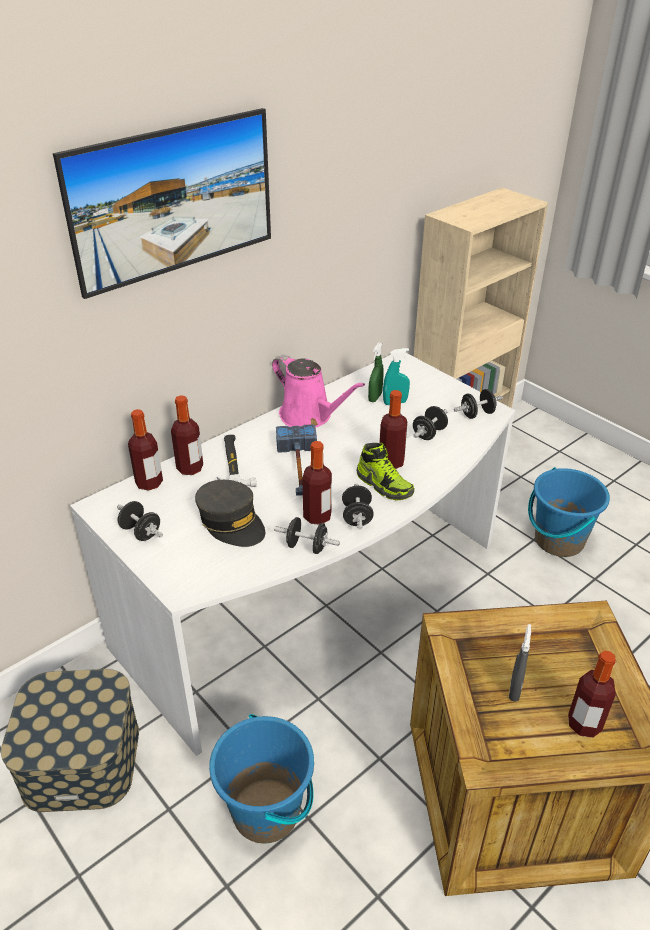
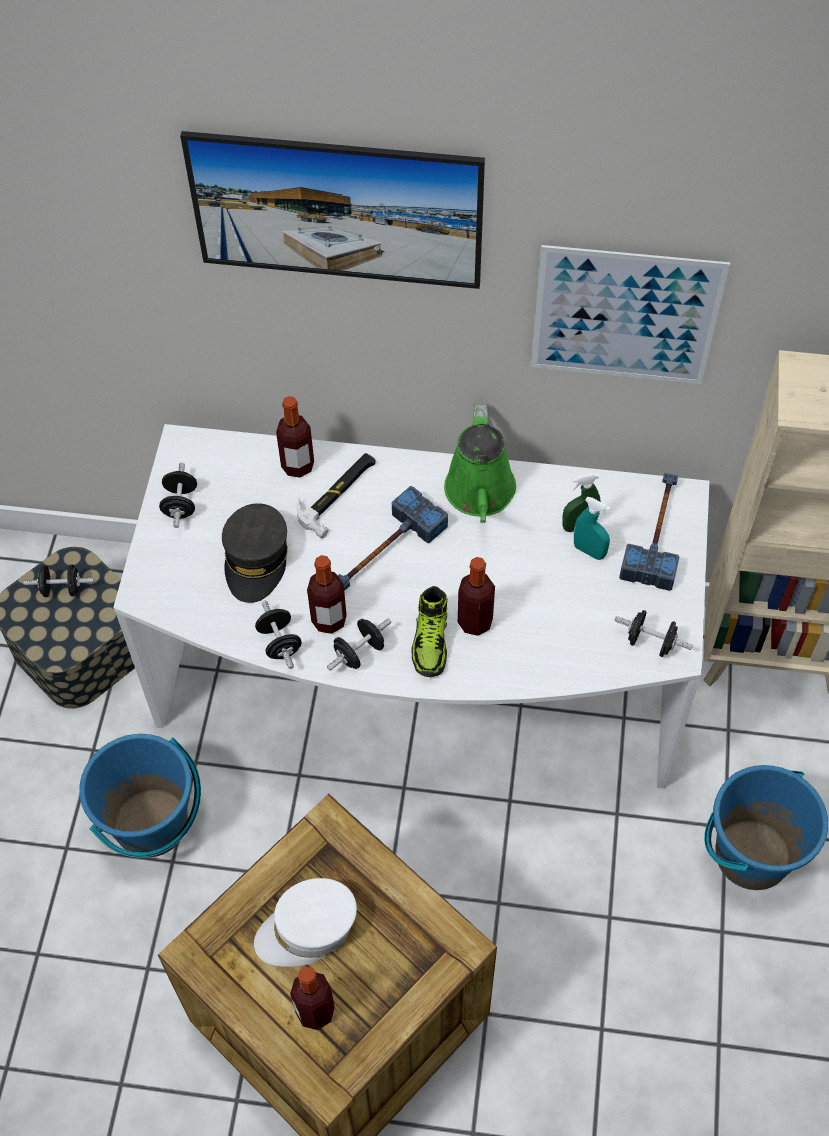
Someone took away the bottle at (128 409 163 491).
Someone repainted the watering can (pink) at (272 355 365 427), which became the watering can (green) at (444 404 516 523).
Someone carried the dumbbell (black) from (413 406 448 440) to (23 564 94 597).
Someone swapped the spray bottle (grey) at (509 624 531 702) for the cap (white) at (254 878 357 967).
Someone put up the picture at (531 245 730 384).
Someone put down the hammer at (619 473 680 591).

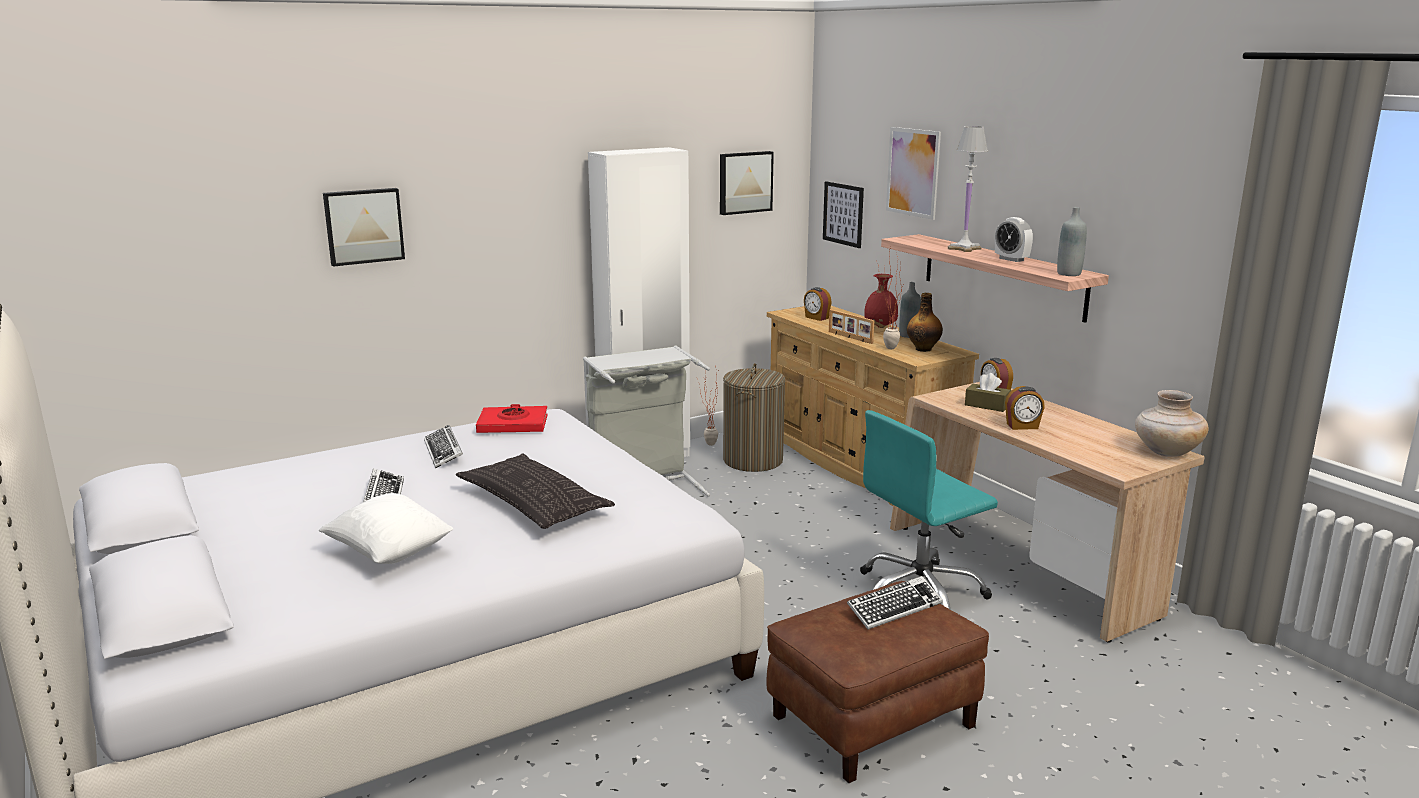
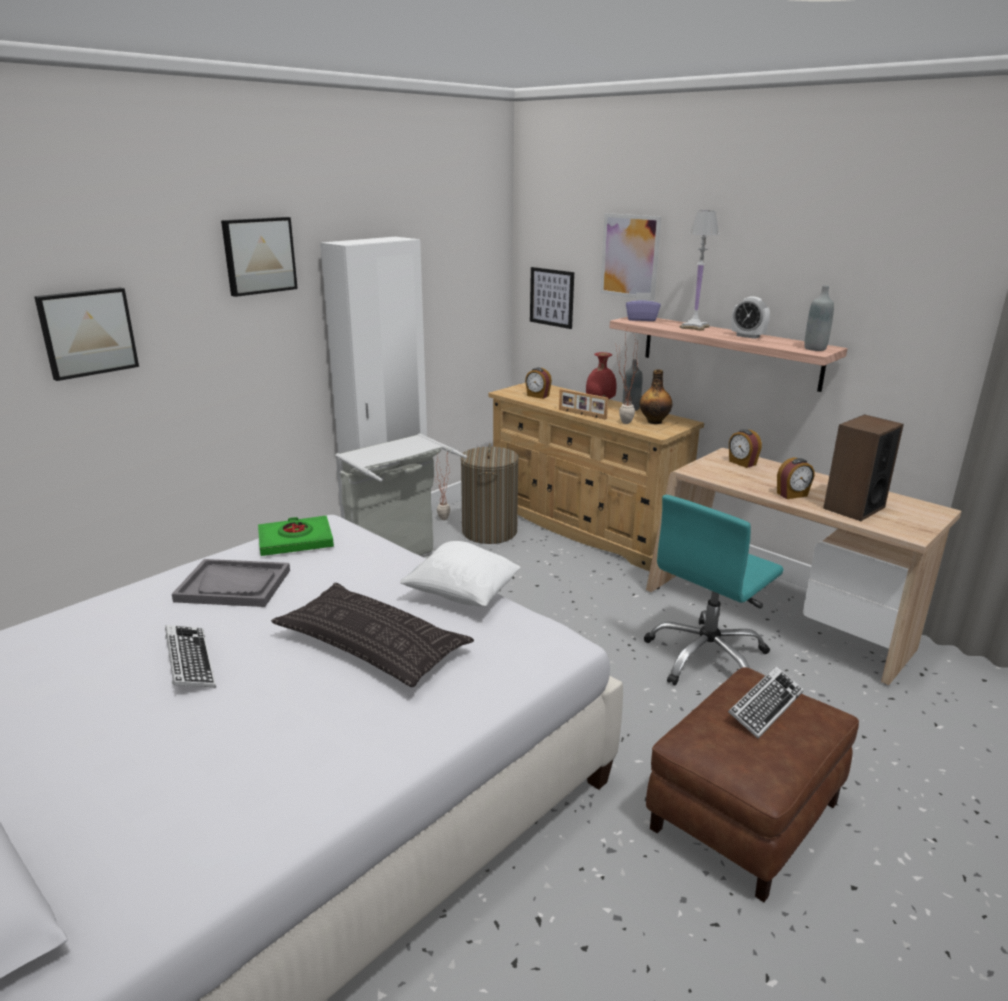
Someone carried the pillow (white) from (319 493 453 564) to (400 541 521 607).
Someone swapped the keyboard at (424 425 463 469) for the tray (grey) at (172 559 290 607).
Someone repainted the book (red) at (476 404 548 433), which became the book (green) at (258 515 334 556).
Someone carried the picture from (720 151 774 215) to (221 217 298 297).
Someone took away the tissue box (brown) at (965 373 1011 412).
Someone took away the vase (beige) at (1135 390 1209 457).
Someone put down the tissue box (purple) at (626 292 661 321).
Someone put down the speaker at (823 414 904 521).

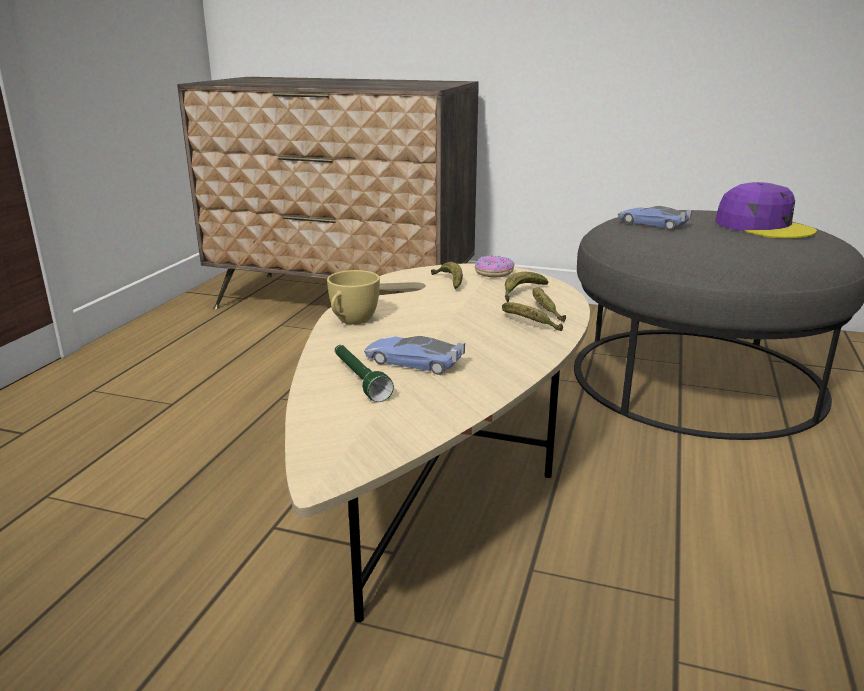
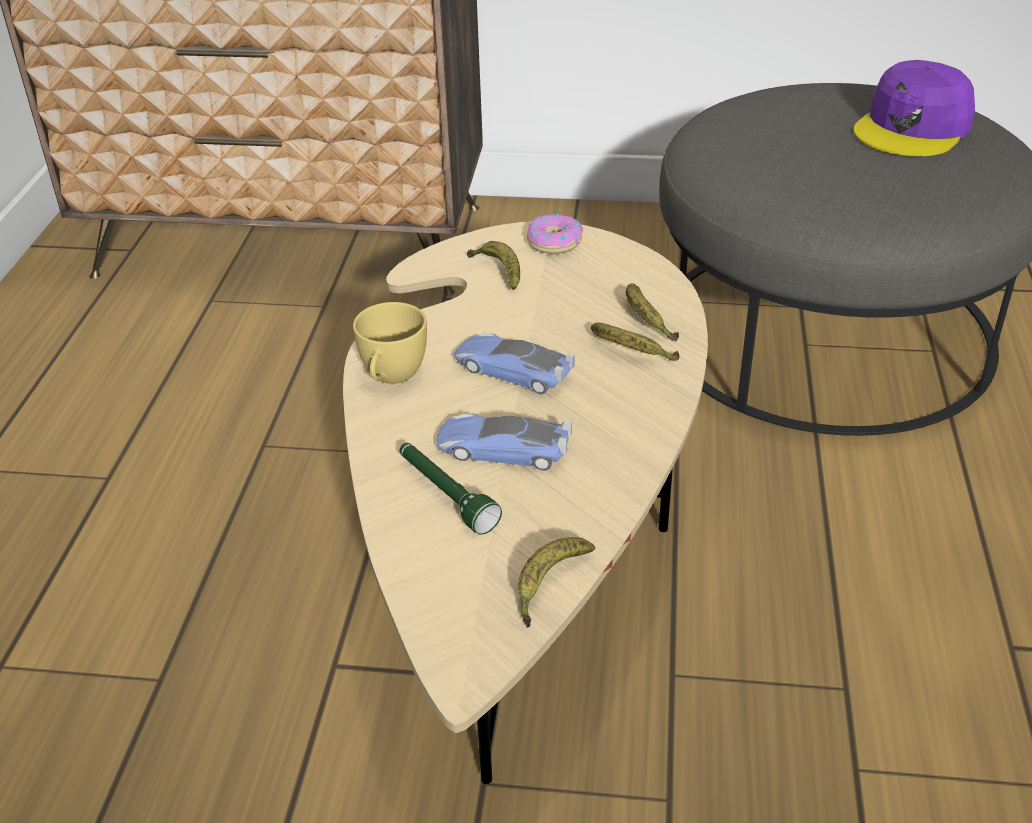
Someone carried the banana from (505 272 549 302) to (518 537 595 628).
Someone carried the toy car from (618 206 692 230) to (454 333 575 394).
Someone rotated the cap (purple) at (715 182 817 238) by 90 degrees clockwise.

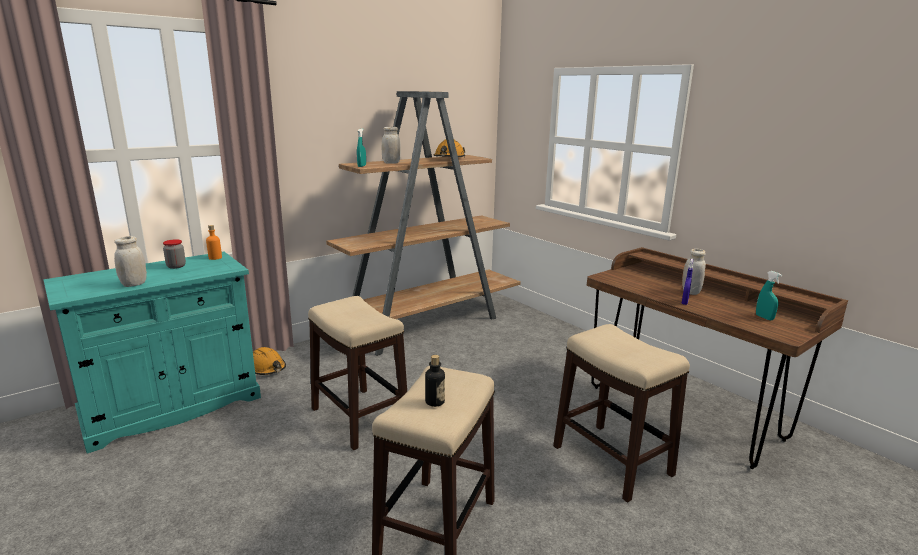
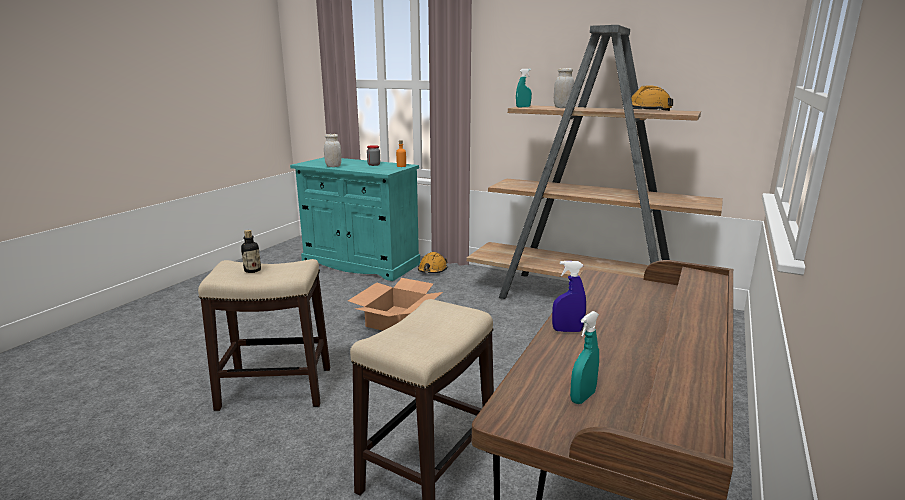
Someone swapped the stool at (308 296 407 450) for the cardboard box at (348 278 443 331).
Someone took away the jar (white) at (682 249 706 295).

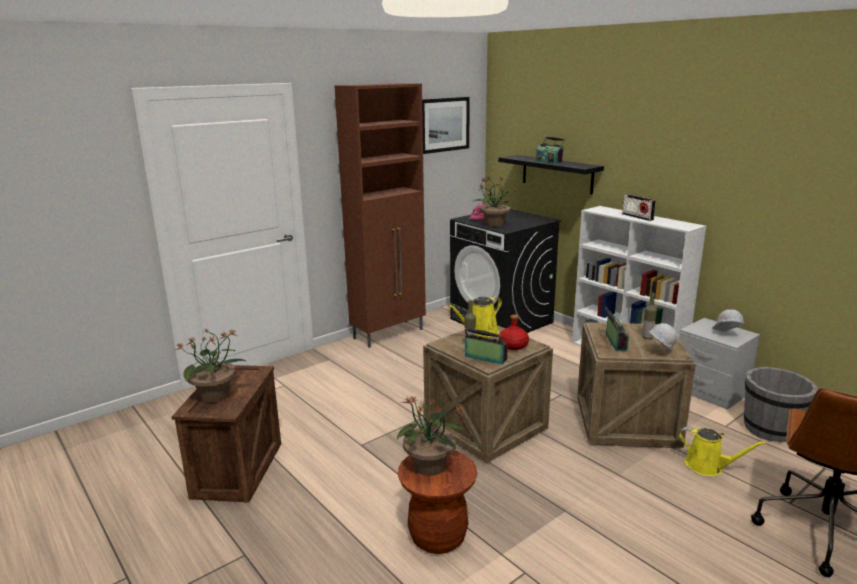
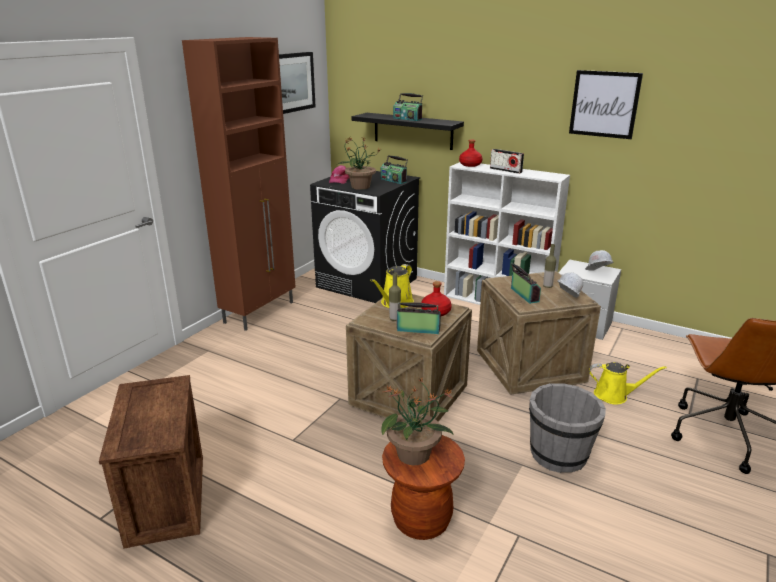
Someone took away the potted plant at (176 328 247 403).
Someone carried the bucket (grey) from (744 367 818 442) to (529 383 606 473).
Someone put down the radio at (380 155 408 184).
Someone put down the bottle (red) at (459 139 483 167).
Someone put up the picture at (569 70 643 139).

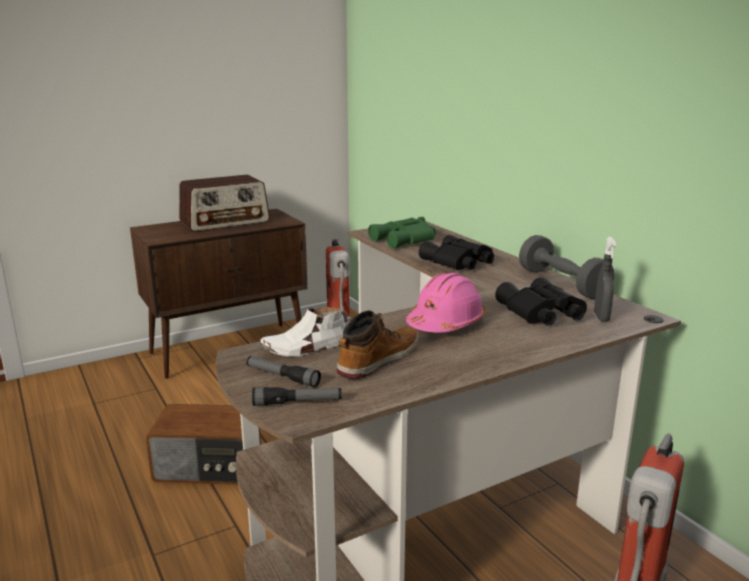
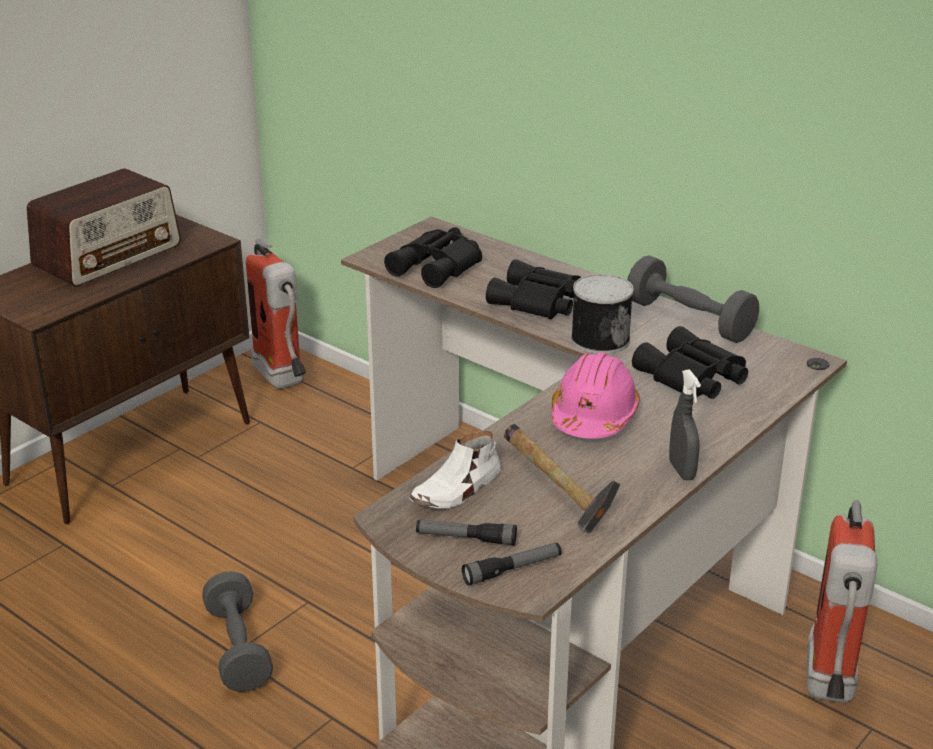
Someone swapped the radio at (146 404 261 485) for the dumbbell (grey) at (202 571 273 692).
Someone swapped the boot at (337 310 419 379) for the hammer at (504 424 621 533).
Someone repainted the binoculars (green) at (368 217 436 249), which became the binoculars (black) at (384 227 482 288).
Someone carried the spray bottle (grey) from (594 237 616 322) to (669 369 701 480).
Someone put down the can at (571 274 634 354).

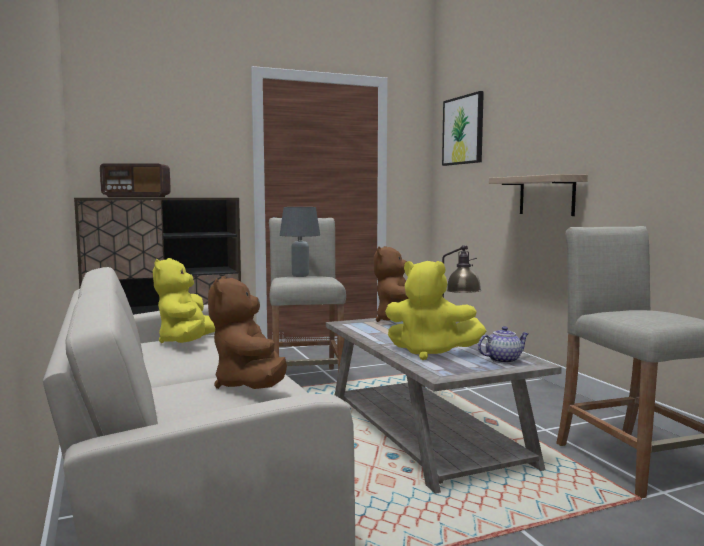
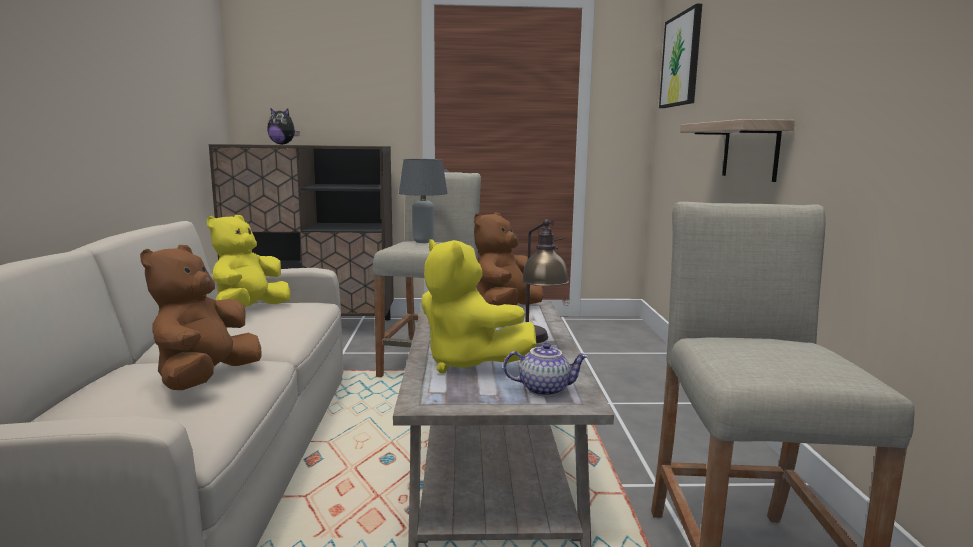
Someone swapped the radio at (100 163 171 197) for the plush toy at (267 108 300 145).

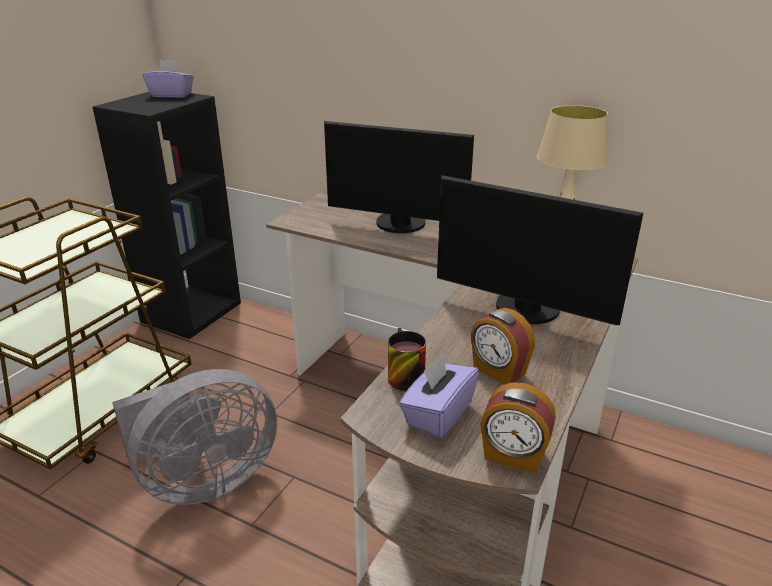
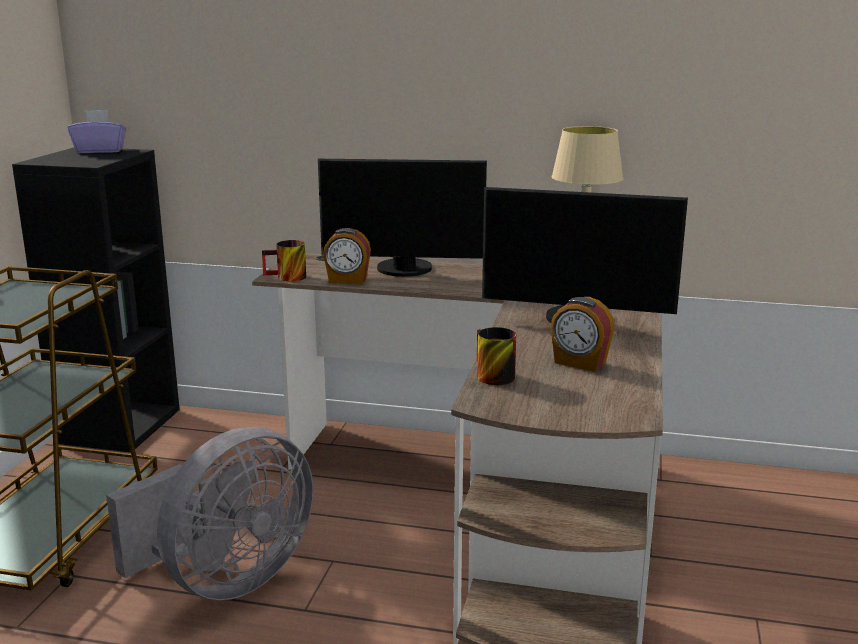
Someone took away the tissue box (purple) at (399 354 479 438).
Someone carried the alarm clock from (480 382 556 473) to (323 228 371 284).
Someone put down the mug at (262 240 306 281).

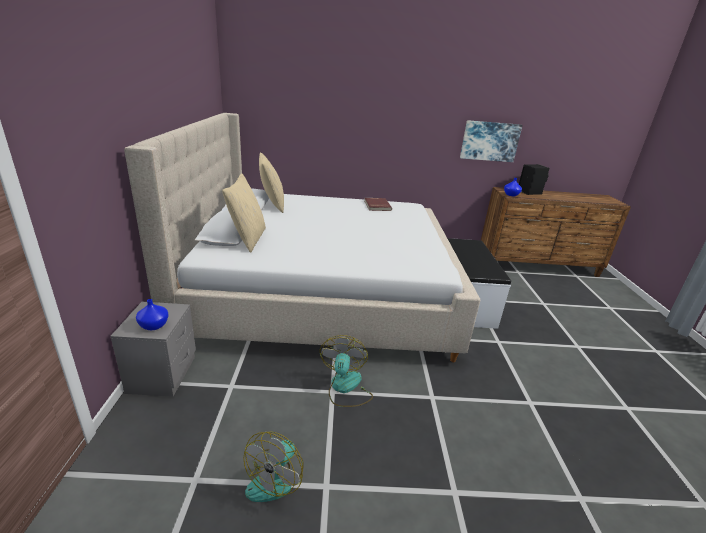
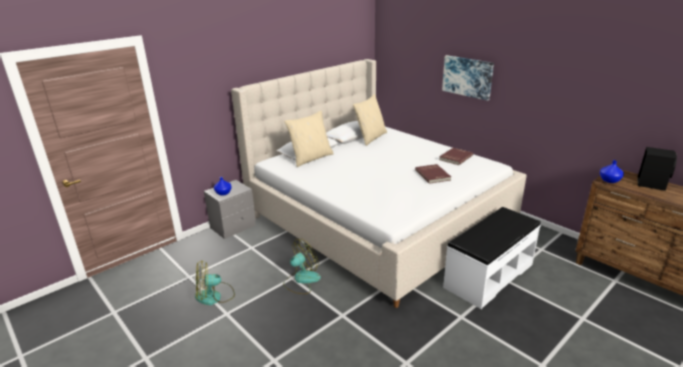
Someone carried the picture from (460 120 523 162) to (442 55 494 101).
Someone put down the book (red) at (415 164 451 184).

